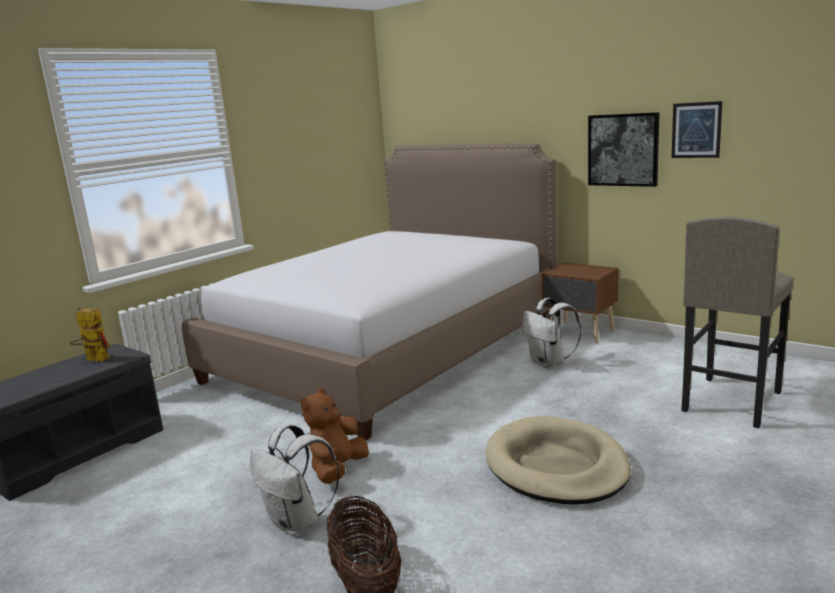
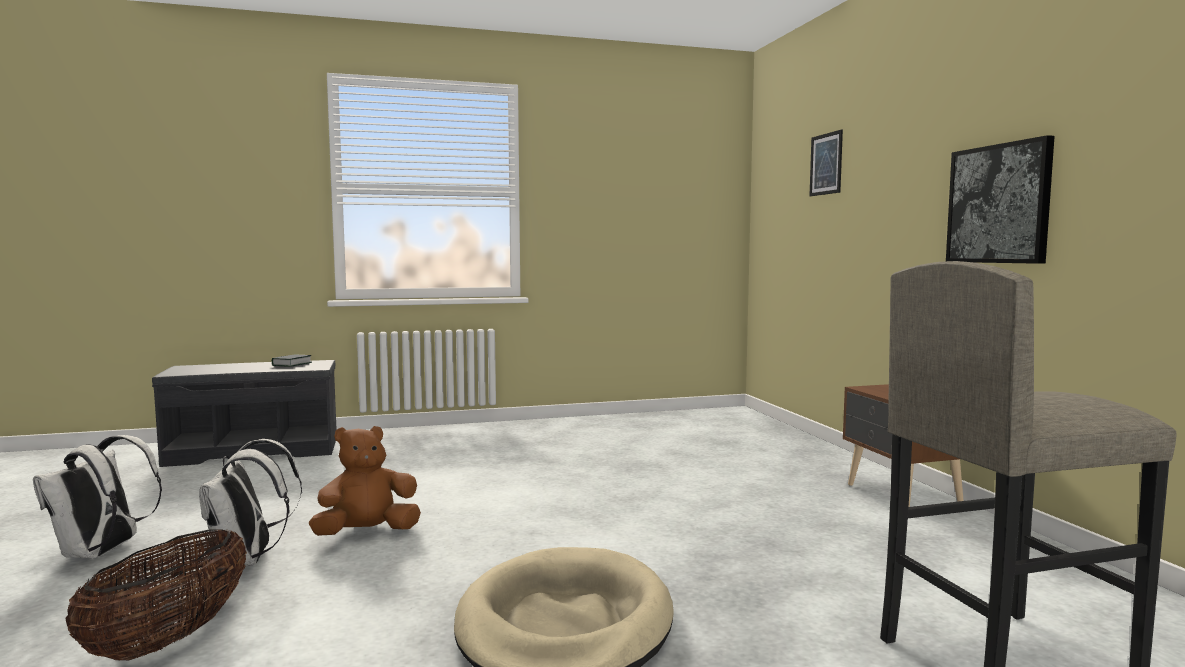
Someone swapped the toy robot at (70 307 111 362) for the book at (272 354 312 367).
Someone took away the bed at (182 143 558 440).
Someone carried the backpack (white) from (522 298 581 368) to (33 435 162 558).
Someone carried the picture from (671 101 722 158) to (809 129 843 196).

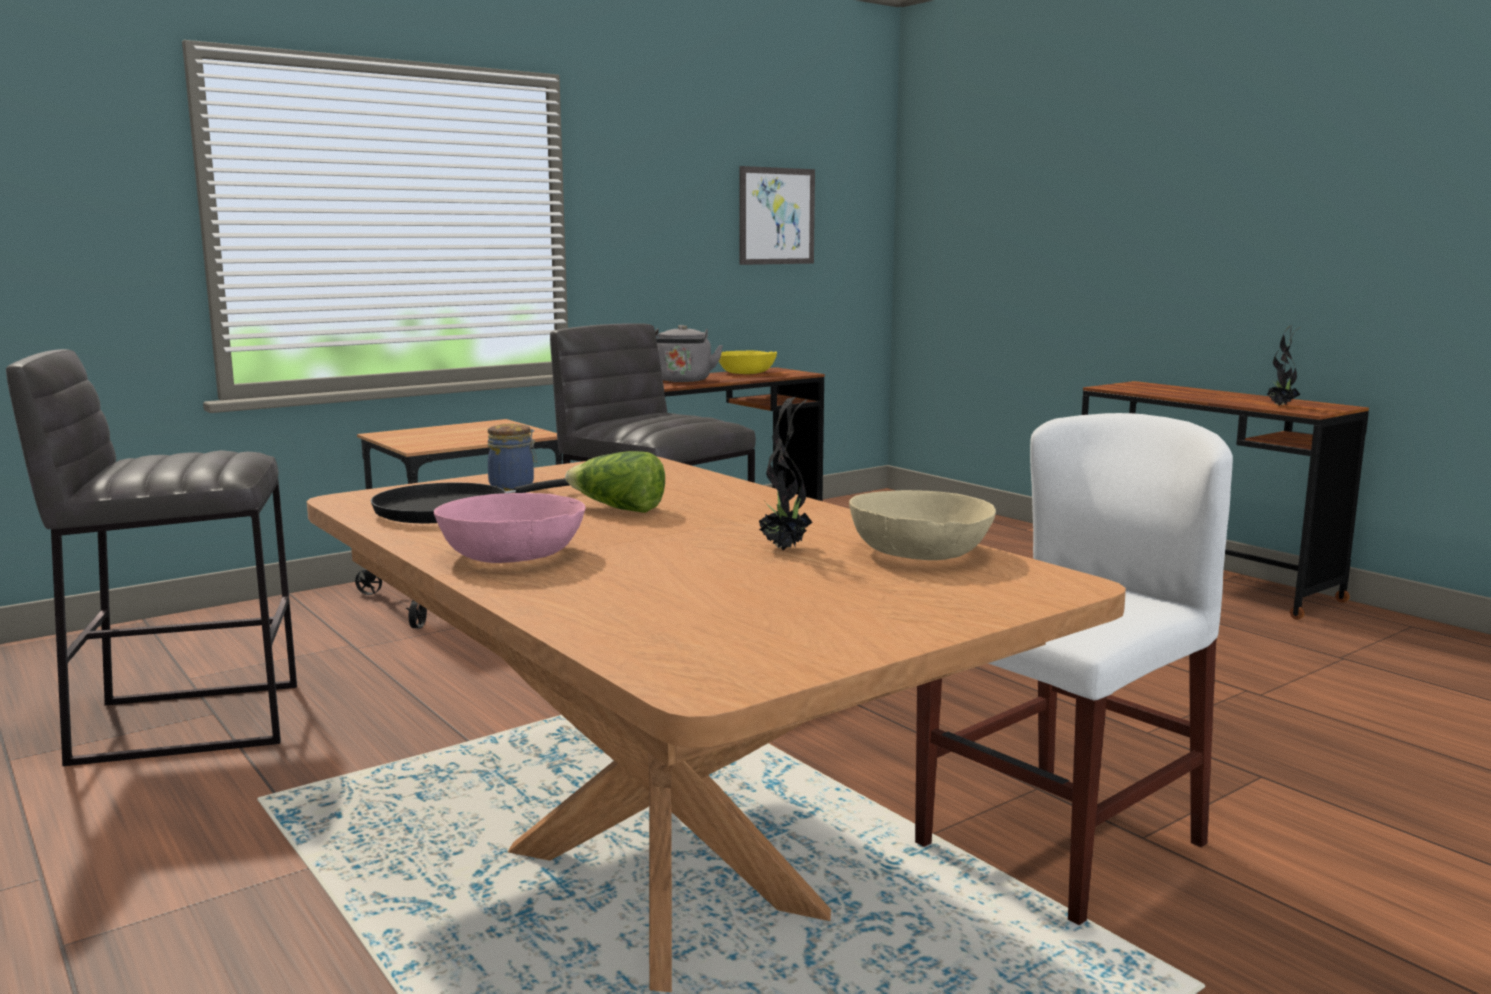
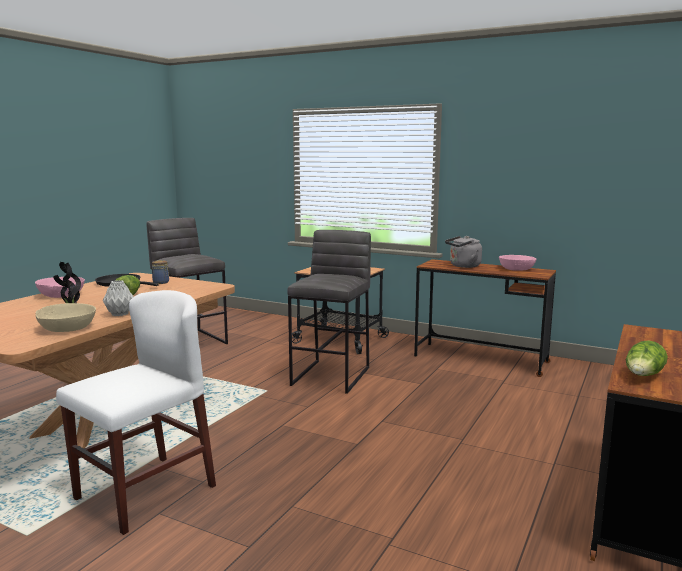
Someone repainted the bowl (yellow) at (719 351 777 374), which became the bowl (pink) at (499 255 537 271).
Someone took away the picture at (740 166 815 265).
Someone rotated the chair (white) at (915 413 1233 925) by 75 degrees counterclockwise.
Someone swapped the potted plant at (1267 325 1301 406) for the lettuce at (626 340 668 376).
Someone put down the vase (grey) at (103 280 134 316).

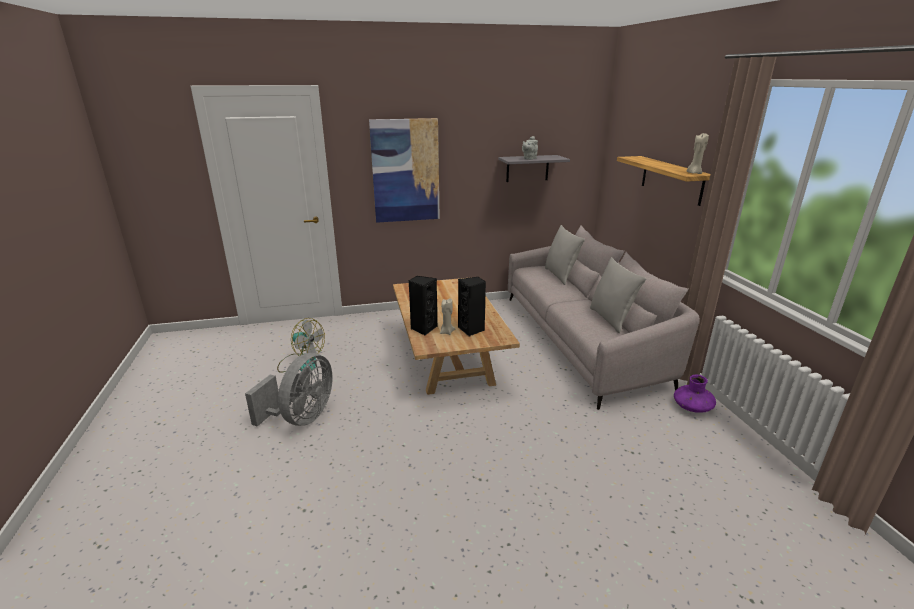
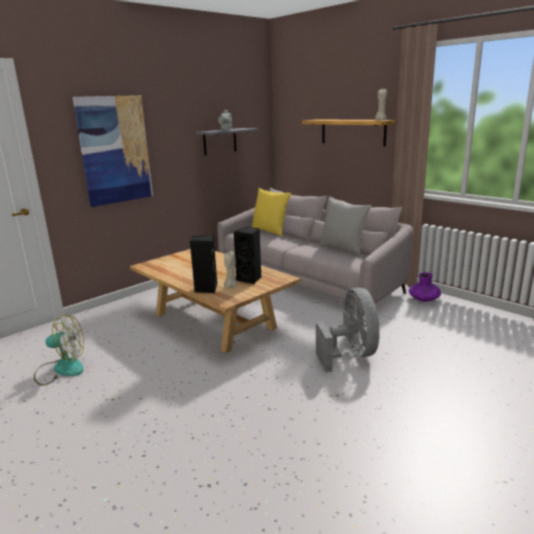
Someone carried the fan (grey) from (245 353 333 426) to (316 288 380 372).
Someone repainted the pillow (grey) at (545 225 585 285), which became the pillow (yellow) at (252 188 291 237).

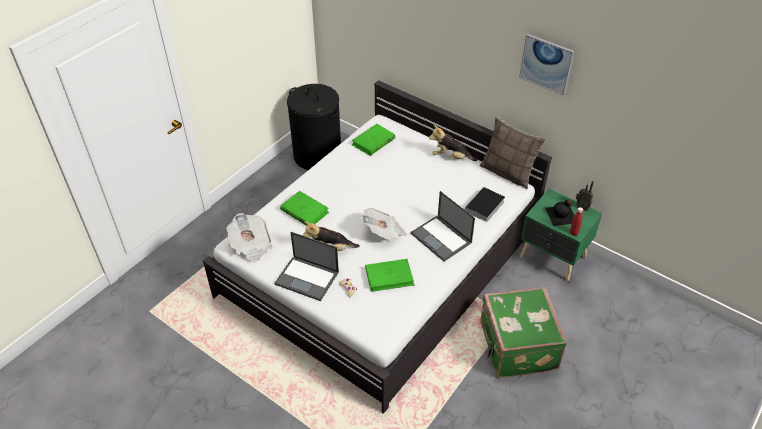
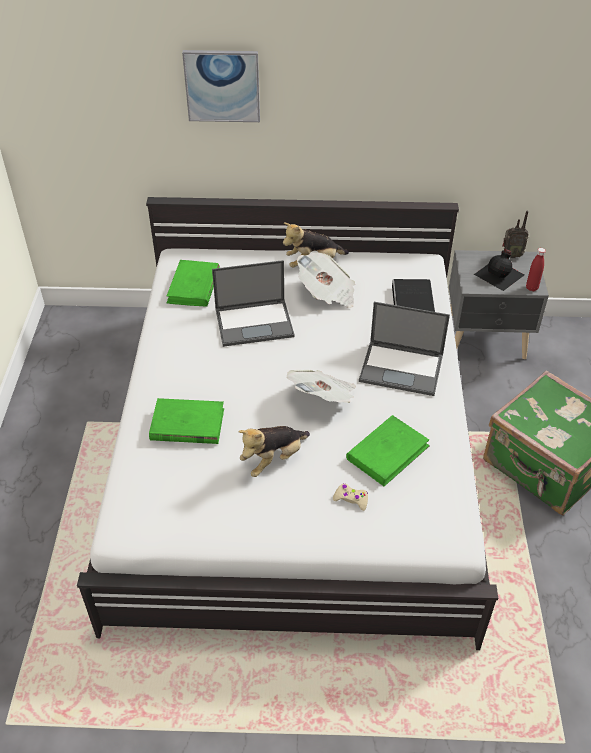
Someone carried the newspaper from (226 213 273 263) to (297 252 355 308).
Someone carried the laptop from (275 232 339 301) to (212 260 295 347).
Someone took away the laundry basket (black) at (287 84 341 170).
Someone took away the pillow at (480 117 546 189).
Someone carried the picture from (519 34 574 95) to (182 50 260 122).
Someone repainted the nightstand (green) at (520 189 602 282), which became the nightstand (grey) at (449 250 549 359).

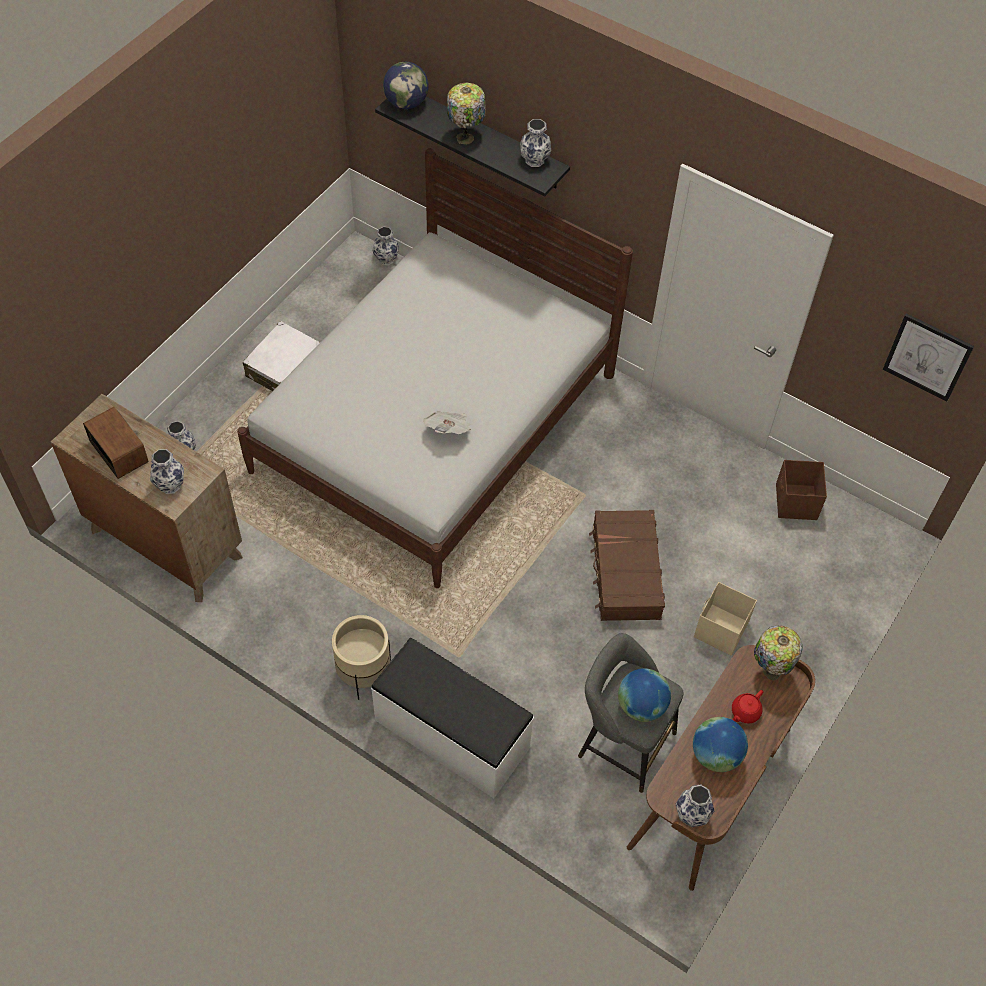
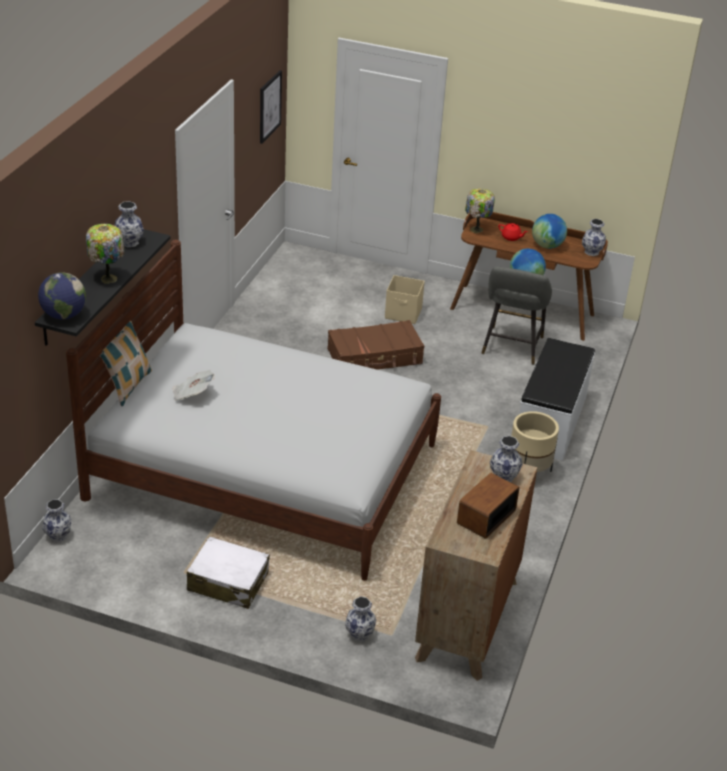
Someone carried the newspaper from (423 411 471 434) to (172 370 215 401).
Someone took away the storage box (brown) at (776 460 827 520).
Someone put down the pillow at (100 321 152 406).

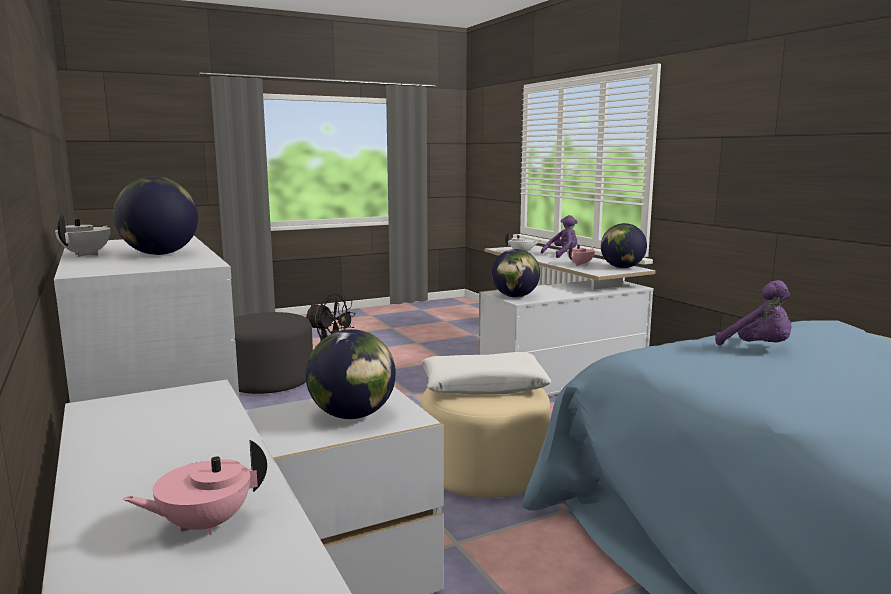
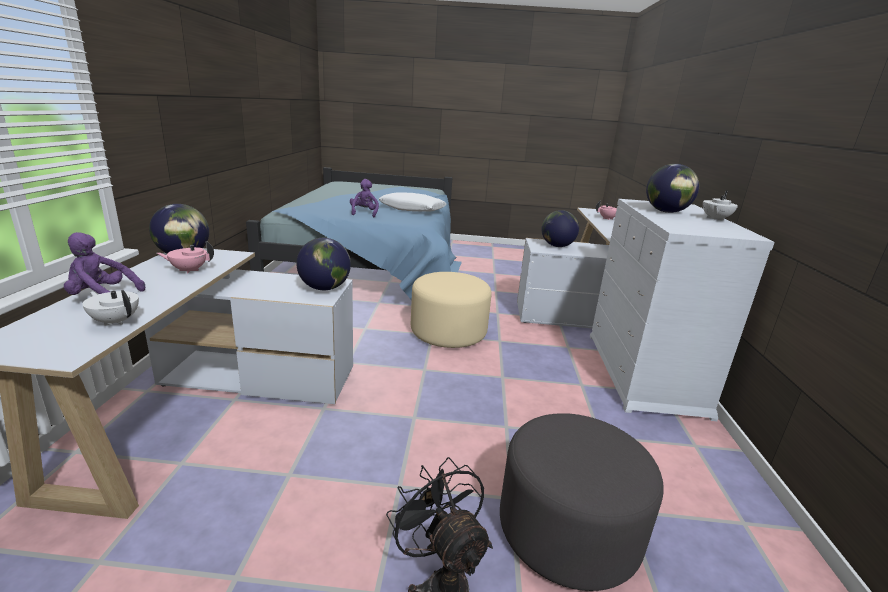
Someone carried the pillow (white) from (422 352 551 394) to (379 193 446 212).

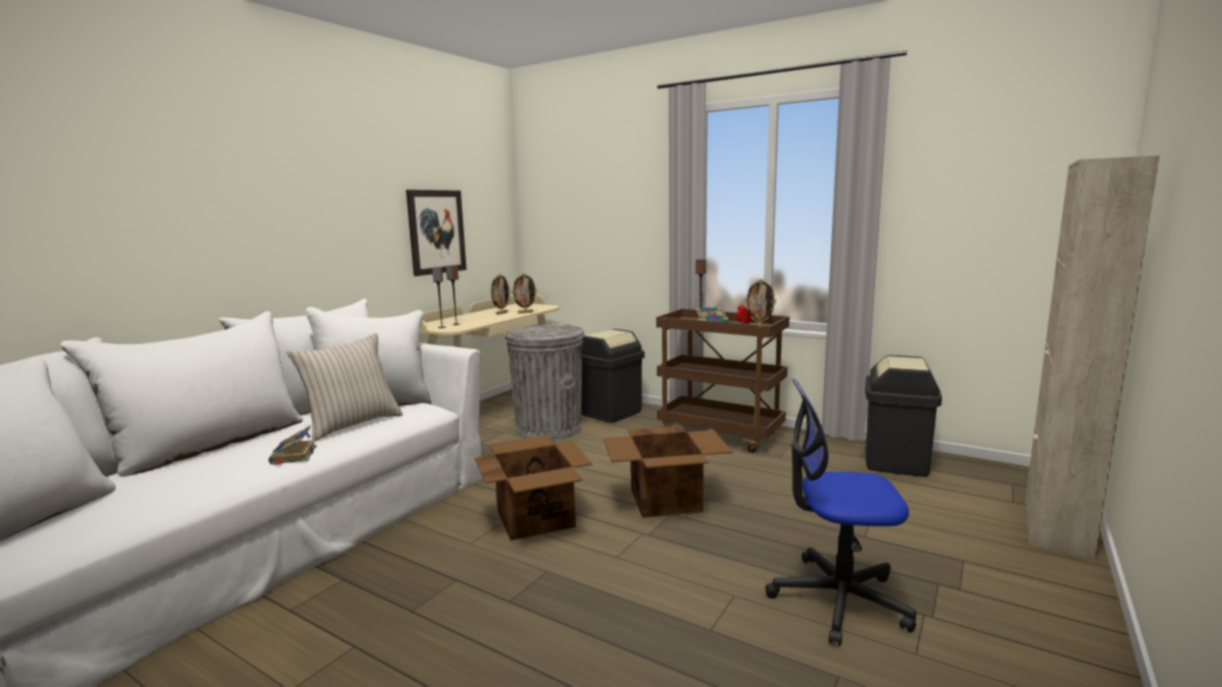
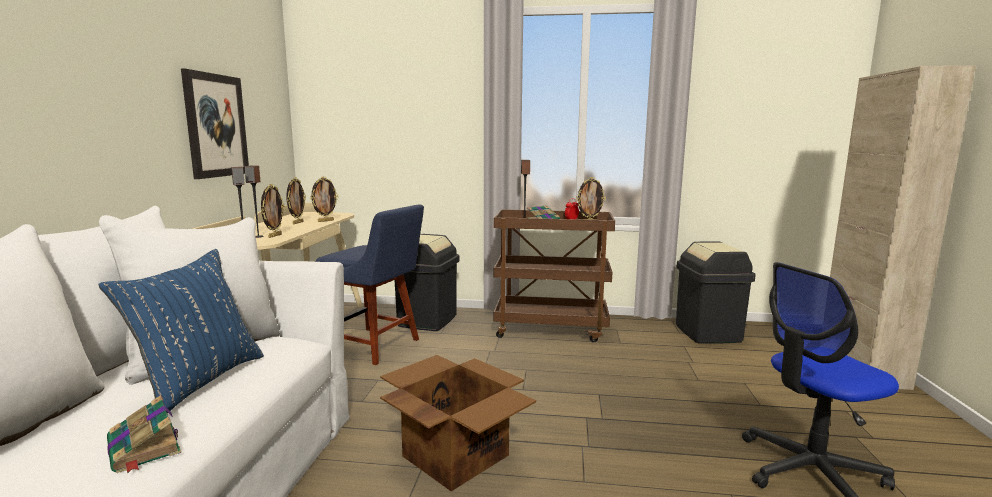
Someone repainted the pillow (beige) at (287 333 403 441), which became the pillow (blue) at (98 249 264 414).
Someone swapped the trash can (grey) at (504 323 585 440) for the chair (blue) at (316 204 424 365).
Someone took away the cardboard box at (603 426 733 518).
Someone put down the picture frame at (261 184 285 238).

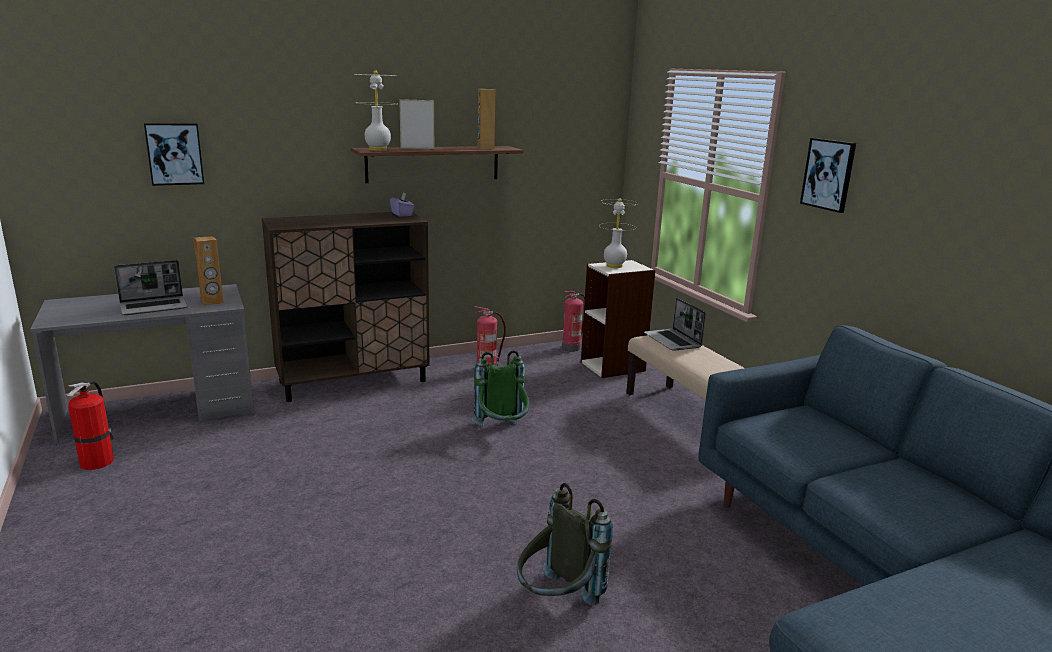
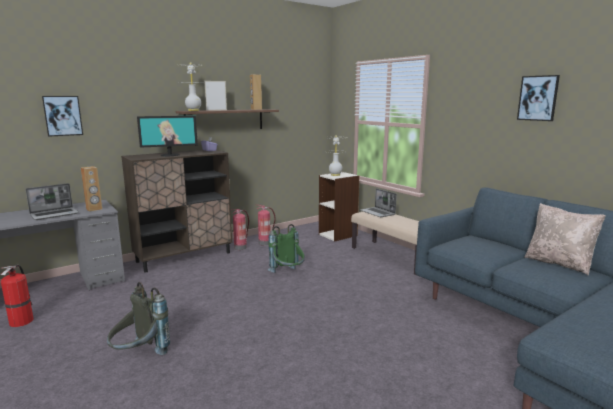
Someone carried the backpack (grey) from (517 483 613 605) to (107 282 170 355).
Someone carried the fire extinguisher from (562 291 585 352) to (231 209 249 250).
Someone carried the picture from (800 138 856 213) to (517 75 560 121).
Someone put down the monitor at (137 116 198 156).
Someone put down the pillow (beige) at (524 203 606 276).

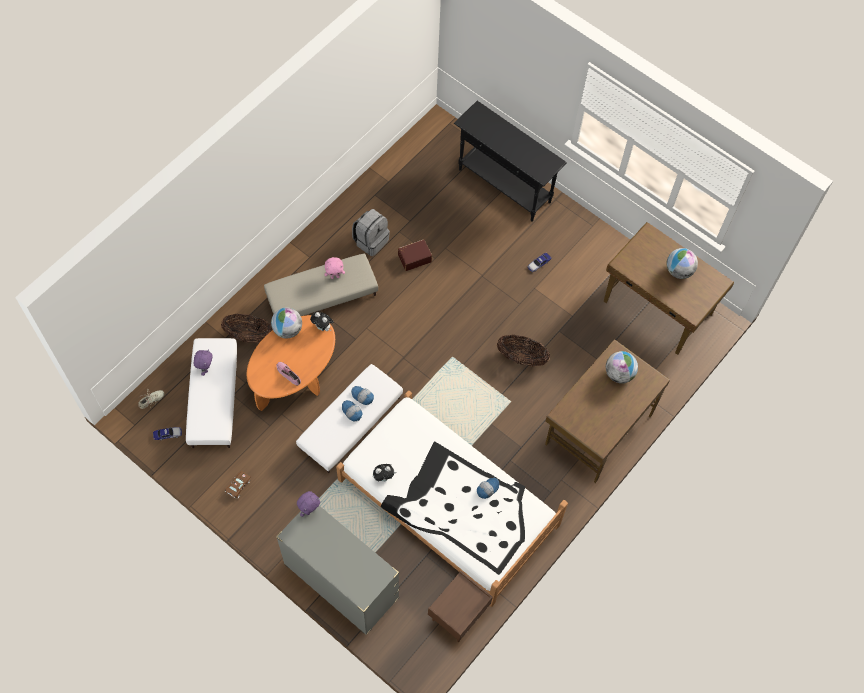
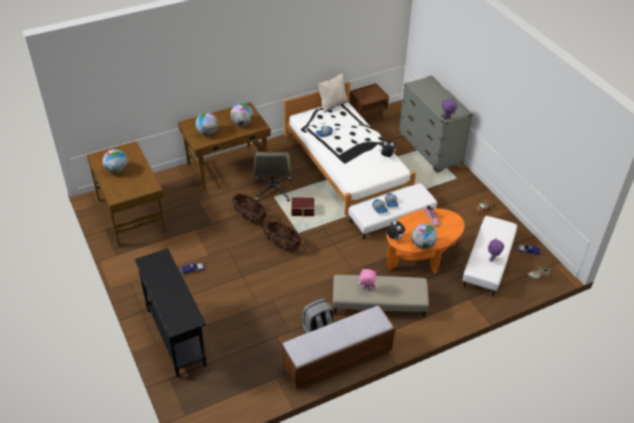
Someone carried the basket from (221 314 273 343) to (263 221 301 250).
Someone carried the storage box (brown) from (398 239 432 271) to (291 197 314 216).
Someone put down the globe at (230 103 253 126).
Someone put down the office chair (grey) at (254 152 291 201).
Someone put down the bench at (282 306 396 390).
Someone put down the pillow (beige) at (319 74 348 113).

